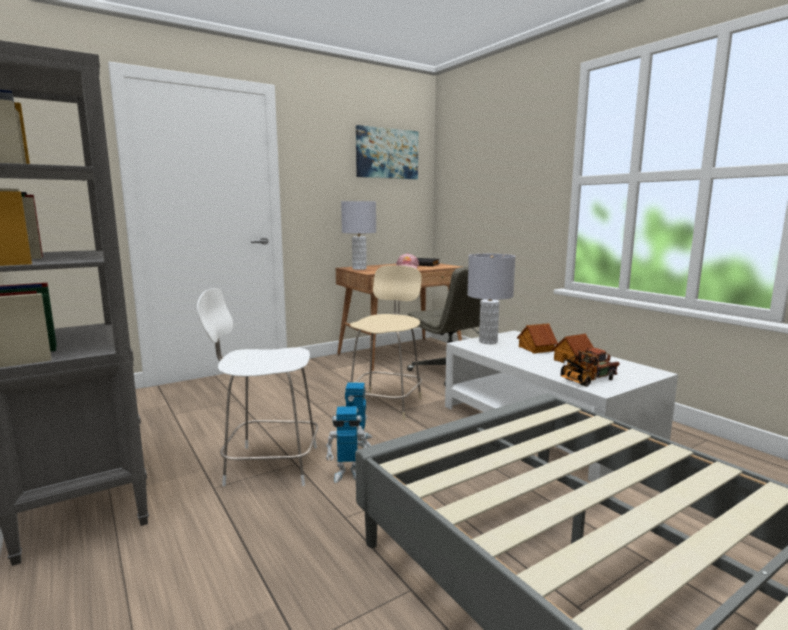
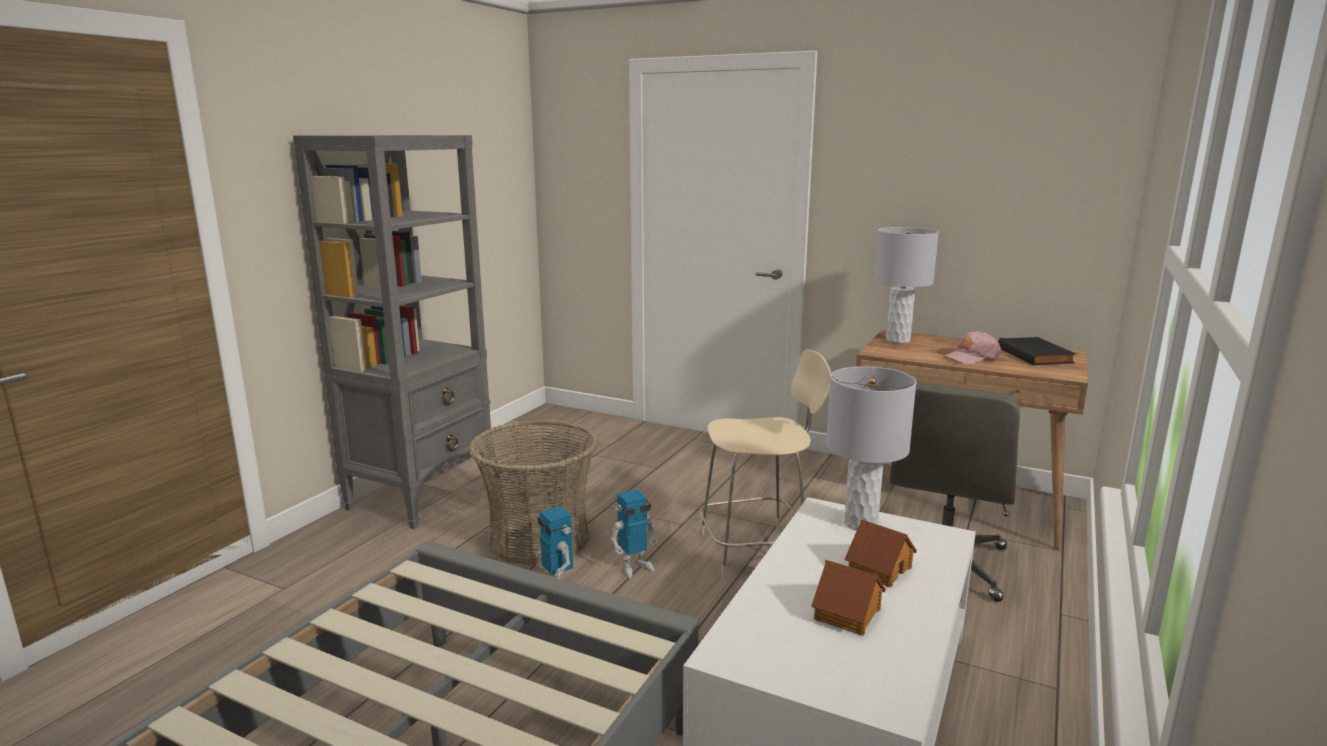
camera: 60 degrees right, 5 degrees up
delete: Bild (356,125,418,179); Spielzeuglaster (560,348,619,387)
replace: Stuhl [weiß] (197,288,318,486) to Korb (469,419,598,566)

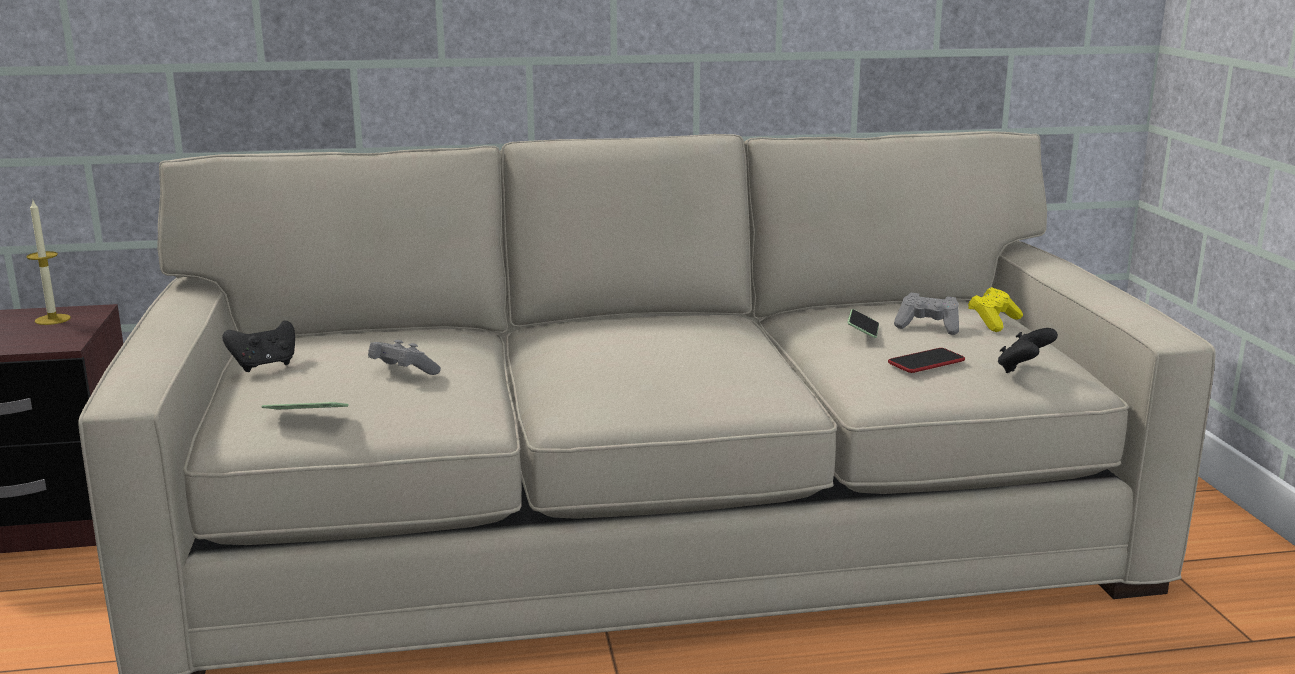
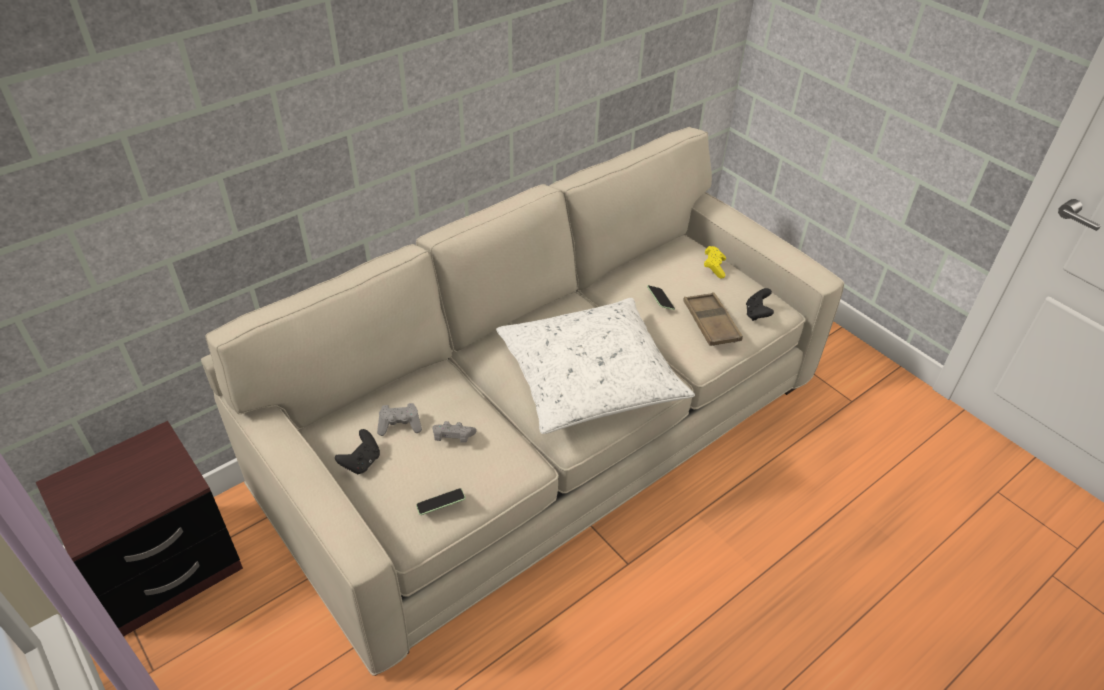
camera: 30 degrees left, 25 degrees up
delete: Kerze (26,201,71,325)
insert: Kissen [weiß] (496,298,695,434)
move: Gamepad [grau] (894,293,959,335) to (377,403,422,436)
replace: Handy (888,348,965,373) to Tablett [braun] (684,292,743,346)

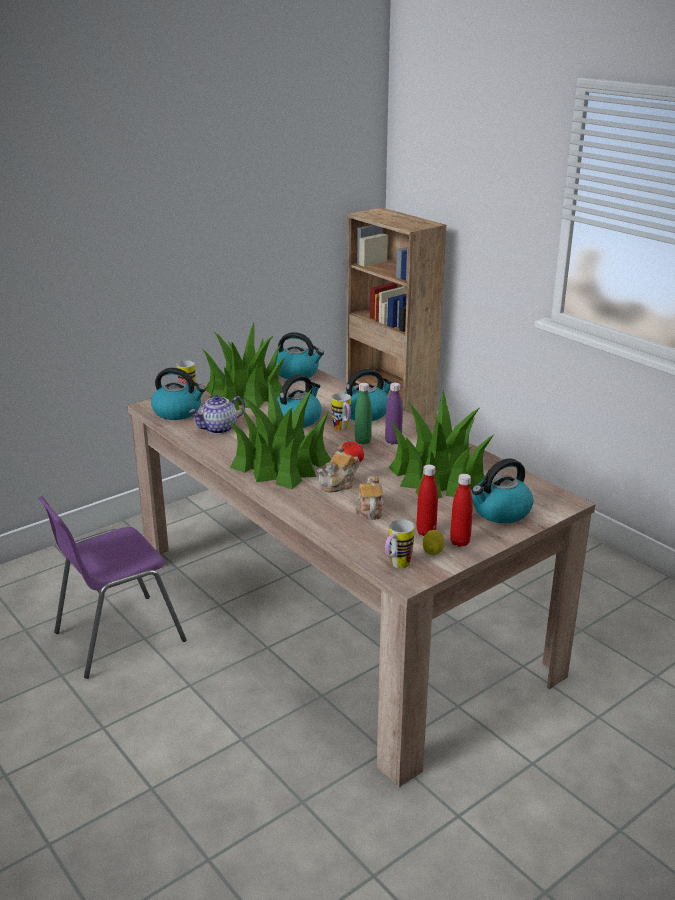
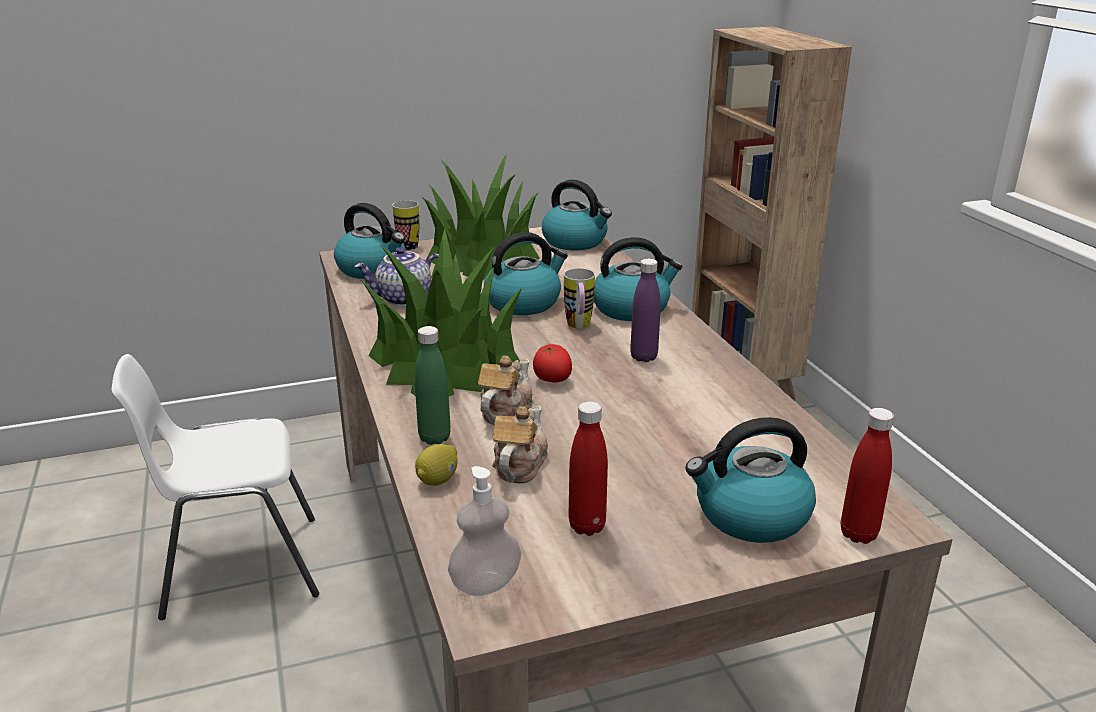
camera: 20 degrees right, 0 degrees up
delete: Topfpflanze (389,390,494,499)
move: Flasche [grün] (355,383,372,445) to (415,326,451,445); Zitrone (422,530,445,555) to (415,444,458,486); Flasche [rot] (450,474,473,547) to (841,408,894,544)
replace: Henkelbecher (385,519,414,568) to Seifenspender (448,466,521,596)
recolor: Stuhl [lila] (38,496,187,679) to Stuhl [weiß] (112,354,319,620)
rotate: Teekanne (317,445,360,492) = (478,356,533,425) 135 degrees clockwise

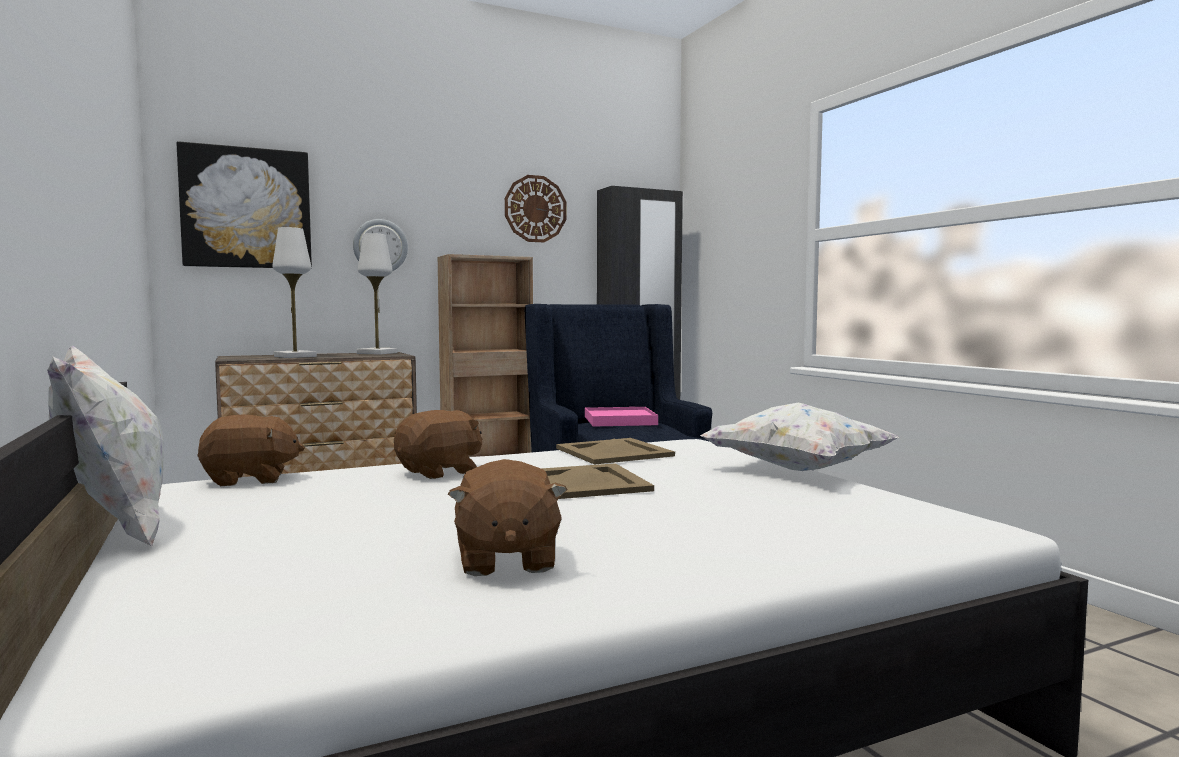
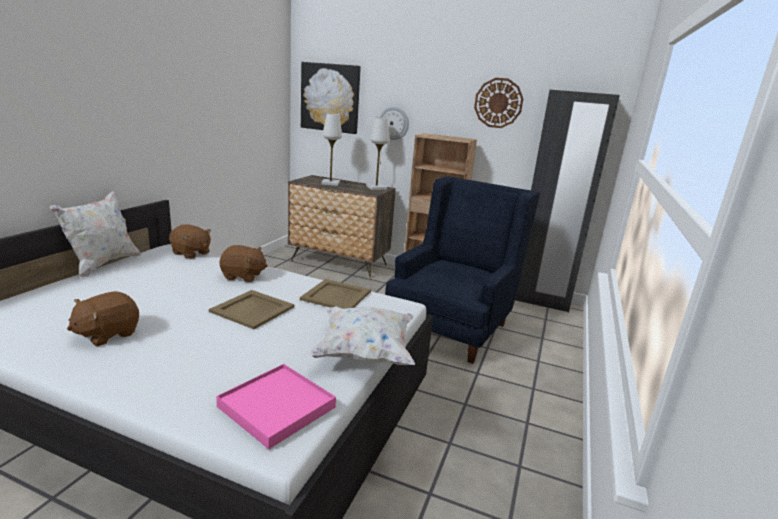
camera: 45 degrees right, 15 degrees up
move: Tablett [rosa] (585,407,658,426) to (216,364,336,449)

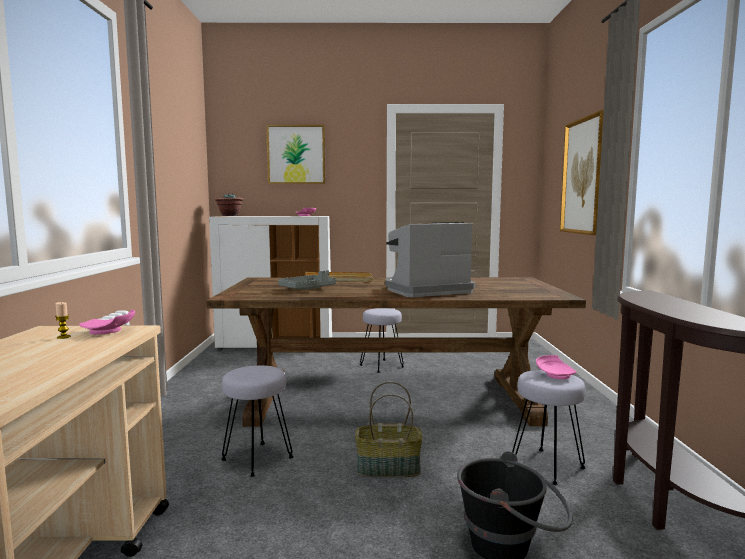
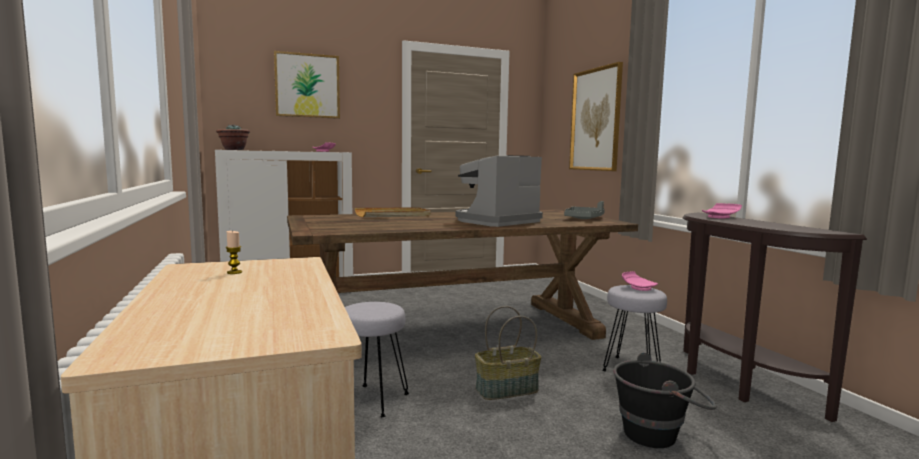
camera: 20 degrees left, 0 degrees up
delete: Hocker [grau] (360,308,404,373)
move: Teller [rosa] (79,309,135,335) to (702,203,742,219); Tablett [grau] (278,270,336,290) to (564,201,605,219)

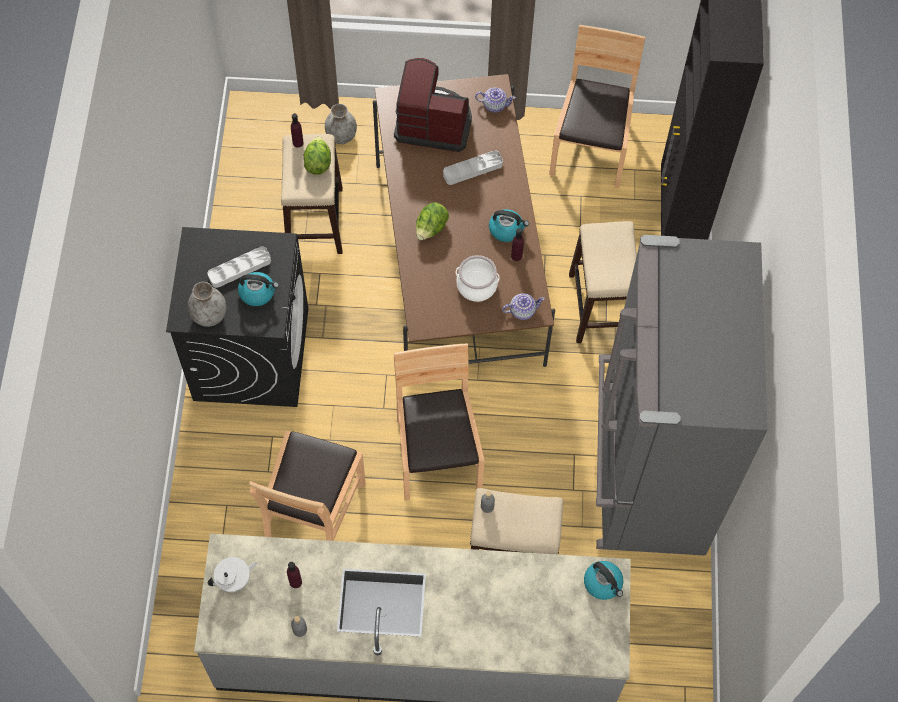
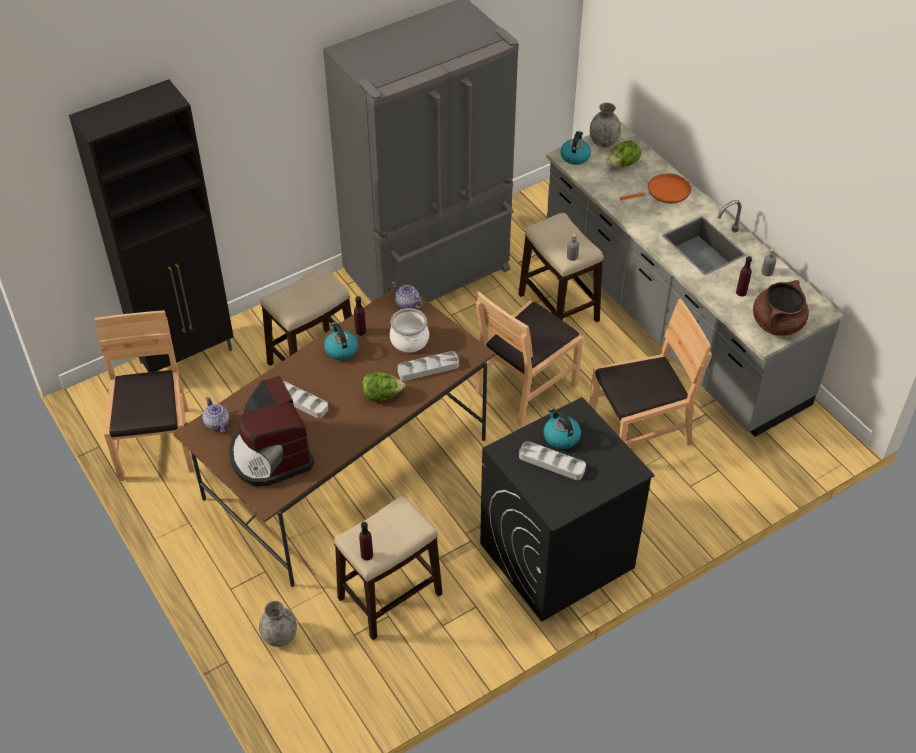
camera: 125 degrees left, 15 degrees down
insert: Tablett [grau] (398,351,459,381); Pfanne [orange] (619,174,691,204)
move: Vase [grau] (188,282,226,327) to (590,103,621,147); Salatkopf (304,136,331,175) to (607,141,641,167)
replace: Teekanne [weiß] (208,557,258,592) to Kochtopf [braun] (753,280,809,336)
rotate: Stuhl [braun] (549,25,645,188) = (95,310,194,481) 105 degrees clockwise

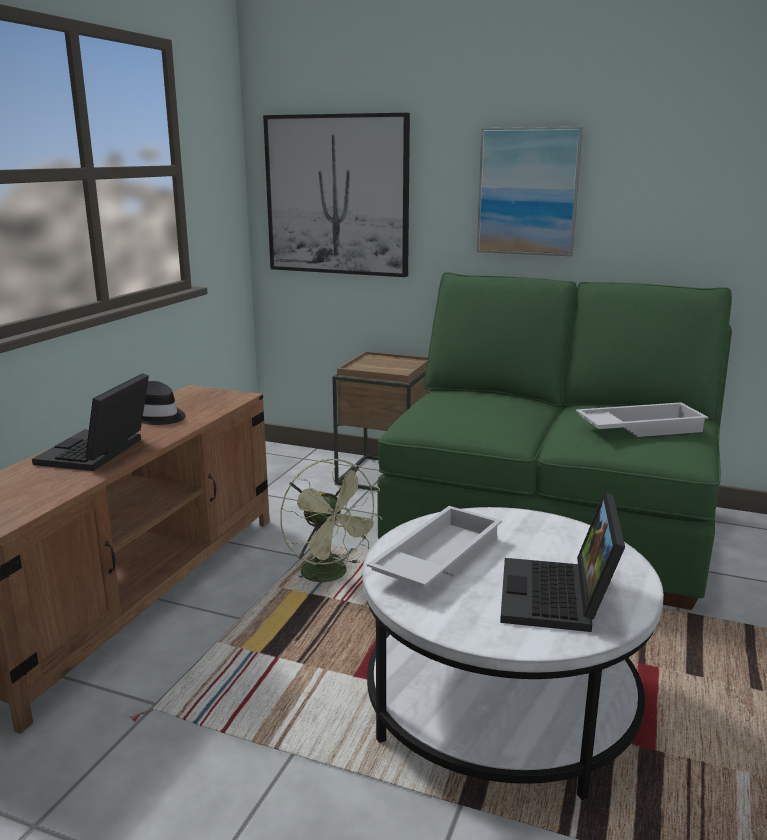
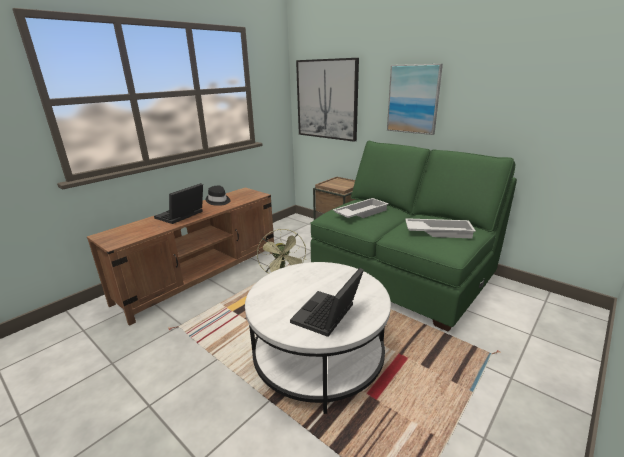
camera: 20 degrees right, 5 degrees up
move: Tablett [weiß] (367,506,502,588) to (333,198,389,218)

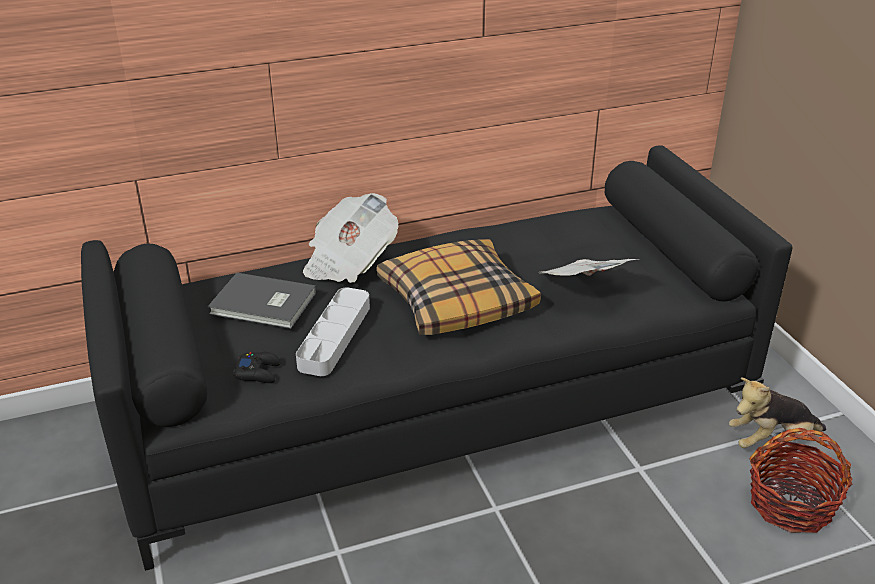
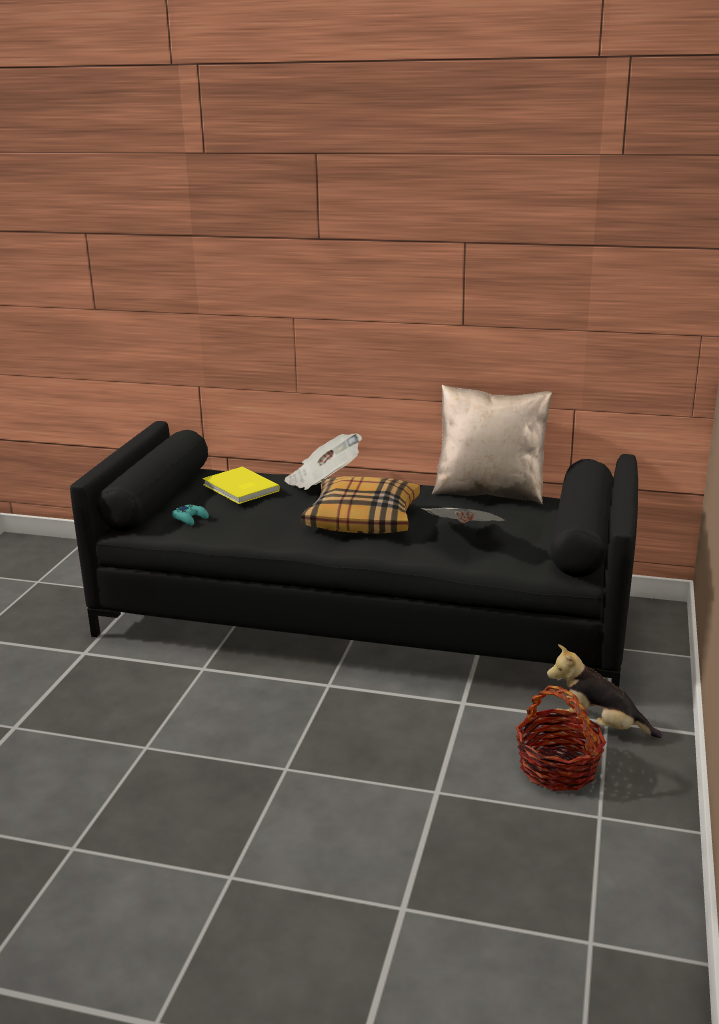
camera: 35 degrees right, 10 degrees down
delete: Tablett [grau] (296,287,370,376)
insert: Kissen [beige] (432,385,552,504)
recolor: Buch [grau] (208,273,316,329) to Buch [gelb] (202,467,280,504); Gamepad [schwarz] (233,352,281,383) to Gamepad [türkis] (172,504,209,525)

